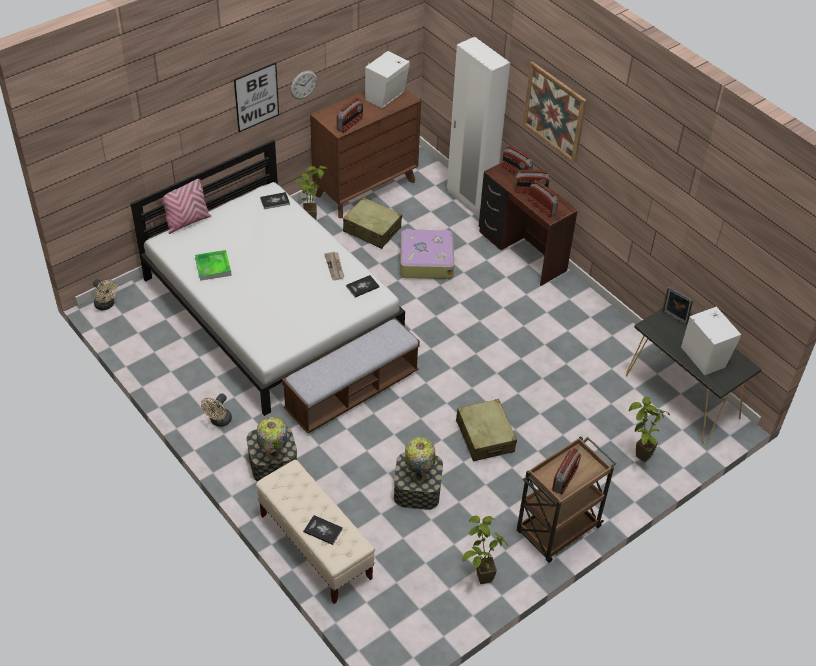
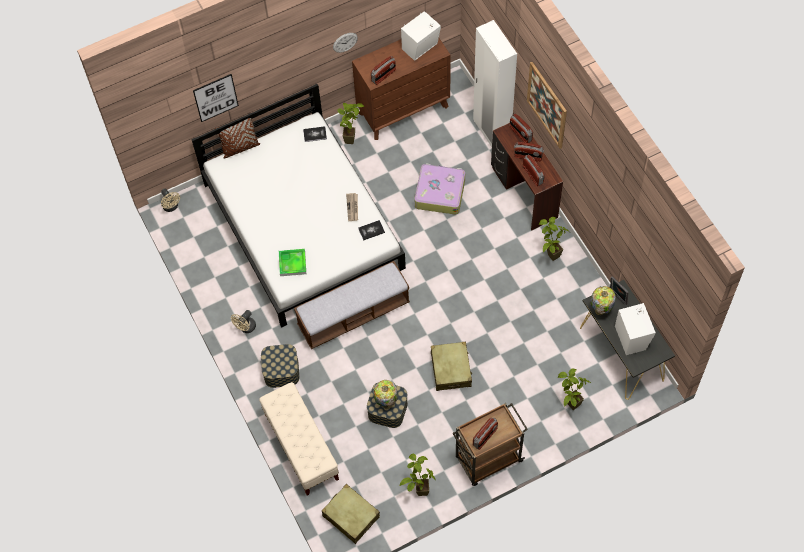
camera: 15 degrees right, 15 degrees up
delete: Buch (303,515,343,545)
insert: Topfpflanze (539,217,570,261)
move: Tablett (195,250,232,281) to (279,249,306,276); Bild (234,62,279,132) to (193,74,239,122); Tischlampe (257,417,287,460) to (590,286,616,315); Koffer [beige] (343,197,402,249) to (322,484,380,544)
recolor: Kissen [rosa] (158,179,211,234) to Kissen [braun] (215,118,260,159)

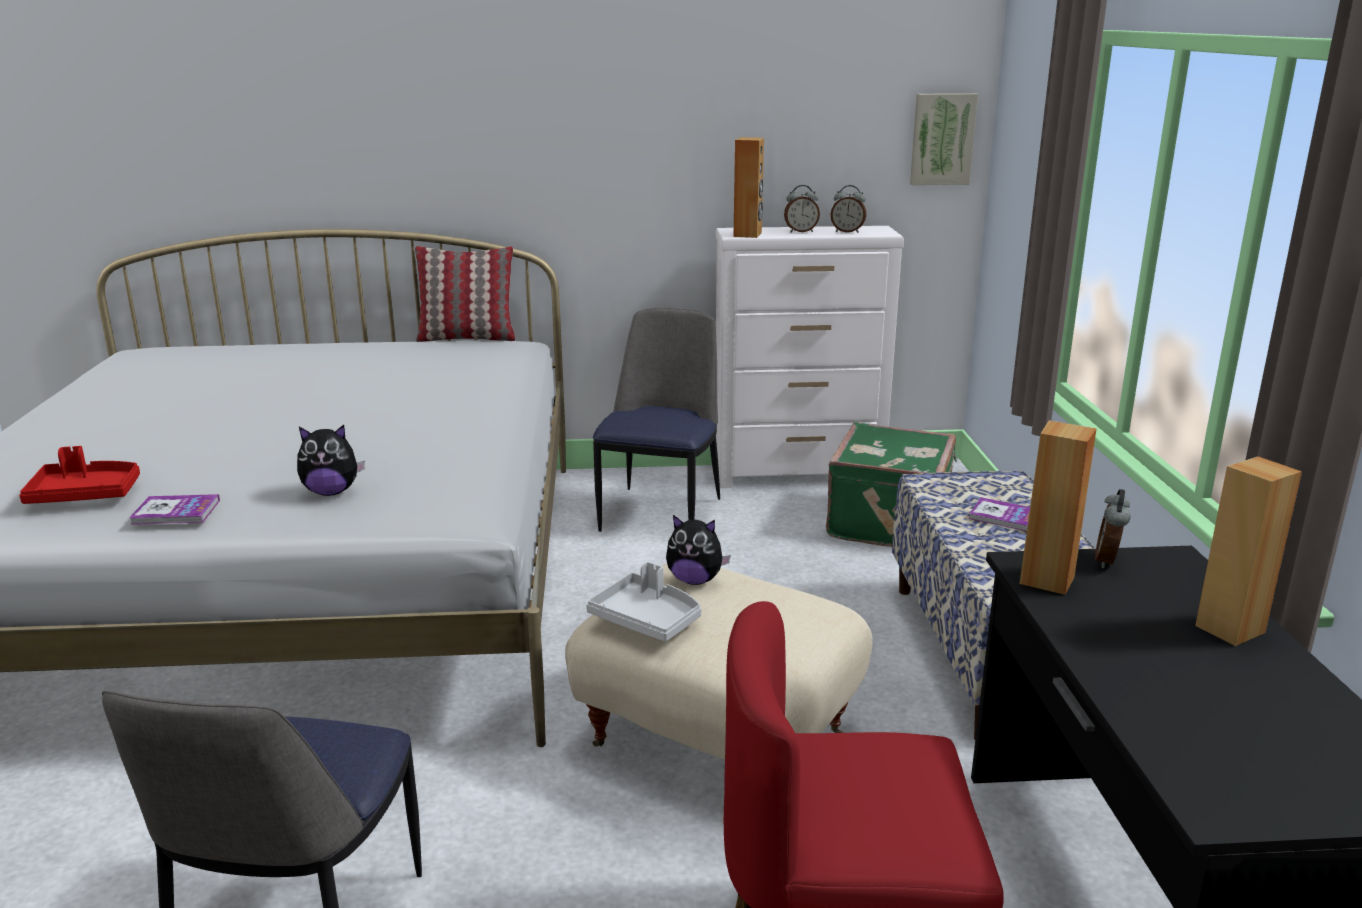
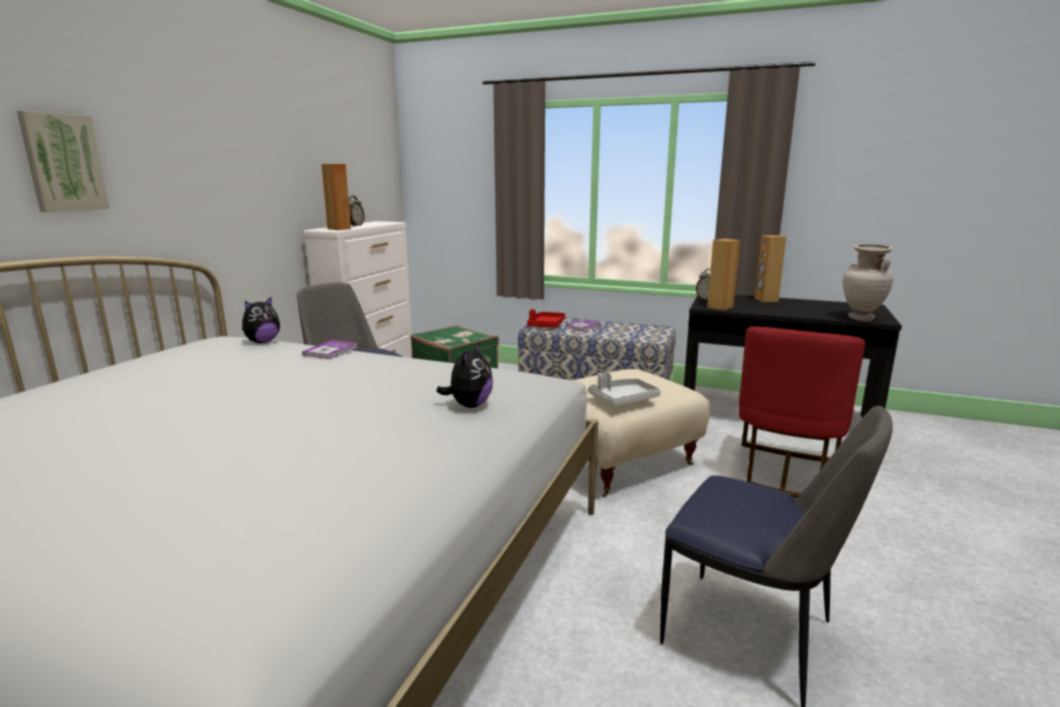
camera: 65 degrees left, 5 degrees down
delete: Kissen (415,246,515,342); Wecker (831,185,866,233)
insert: Vase [beige] (843,244,894,321)
move: Tablett [rot] (19,446,140,504) to (527,309,565,327); Buch (129,494,220,525) to (302,340,358,359); Plüschtier (666,515,731,585) to (242,297,280,343); Bild (910,93,978,185) to (17,110,110,212)

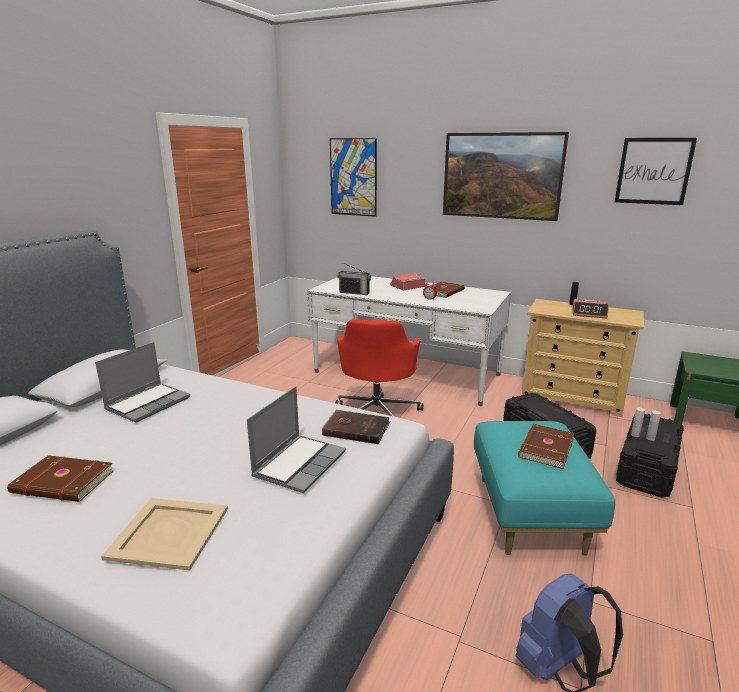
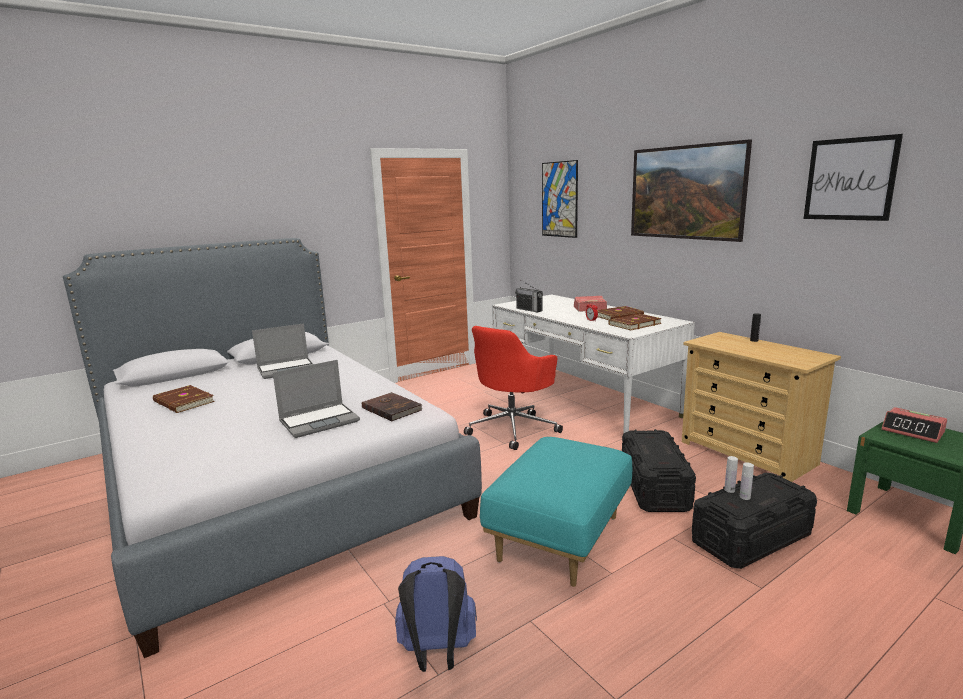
camera: 30 degrees right, 5 degrees down
delete: Tablett [beige] (101,498,228,571)
move: Buch [braun] (518,424,574,469) to (608,314,662,330); Wecker (572,299,609,319) to (882,407,947,443)

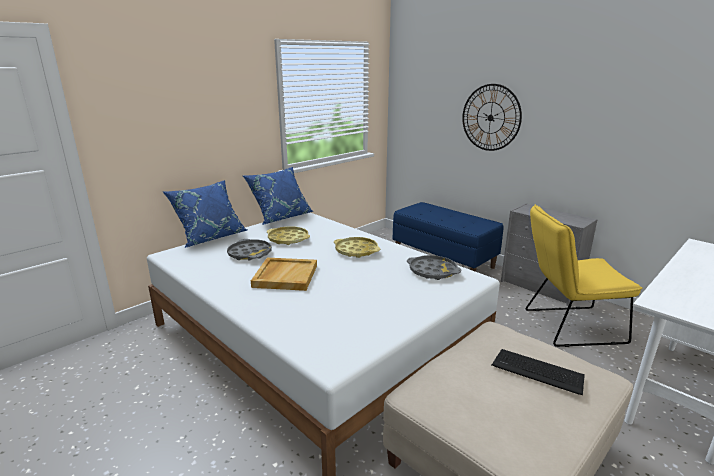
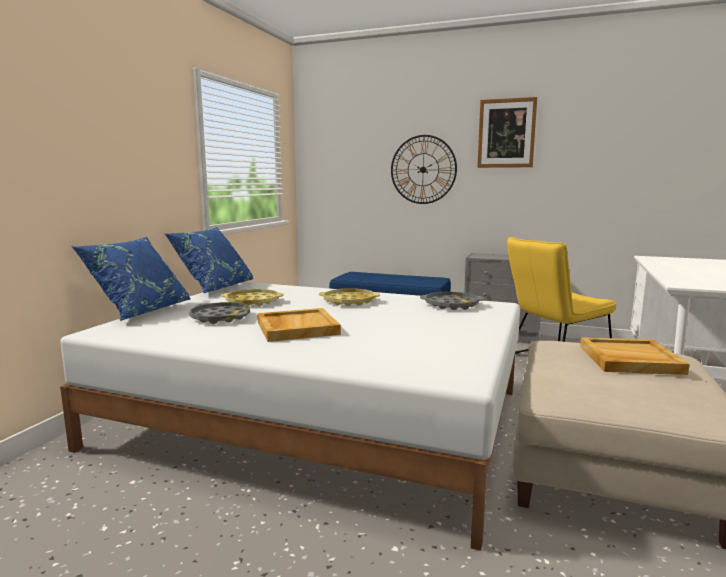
camera: 25 degrees left, 10 degrees down
insert: Bild (477,97,537,168)
replace: Tastatur (492,349,585,395) to Tablett [beige] (580,337,690,375)

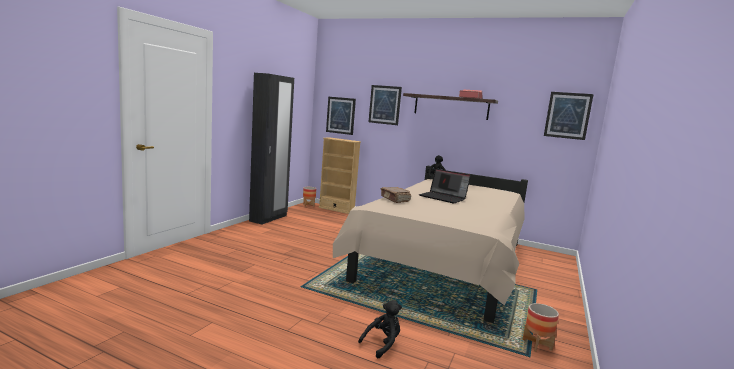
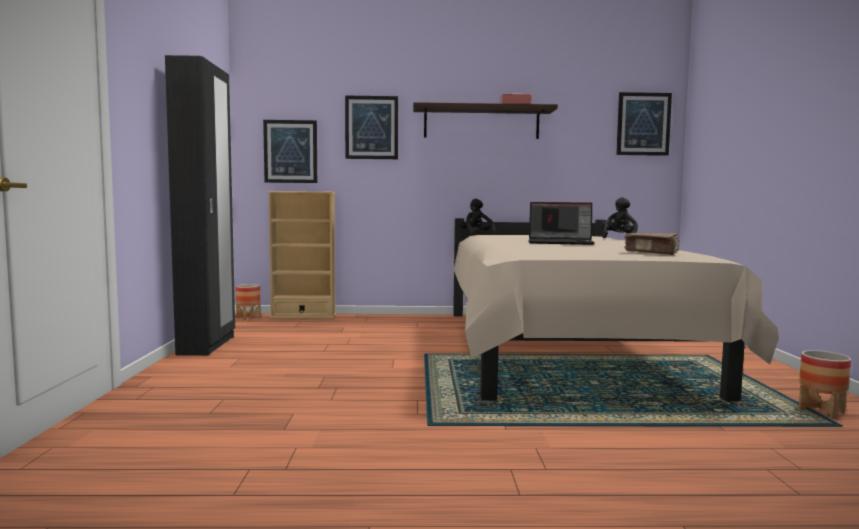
camera: 25 degrees left, 5 degrees down
move: Plüschtier [schwarz] (358,300,402,358) to (601,197,638,238); Buch [braun] (381,187,411,203) to (624,233,680,255)

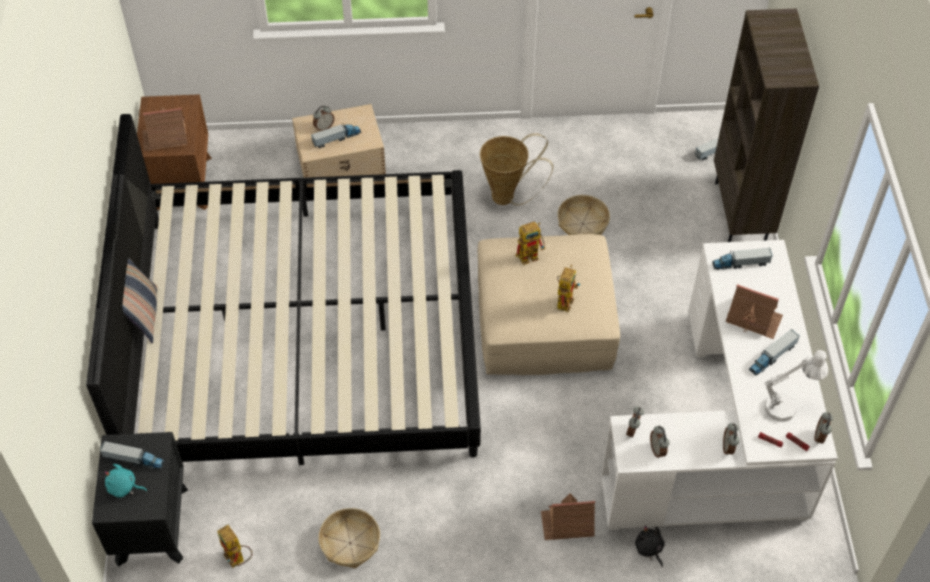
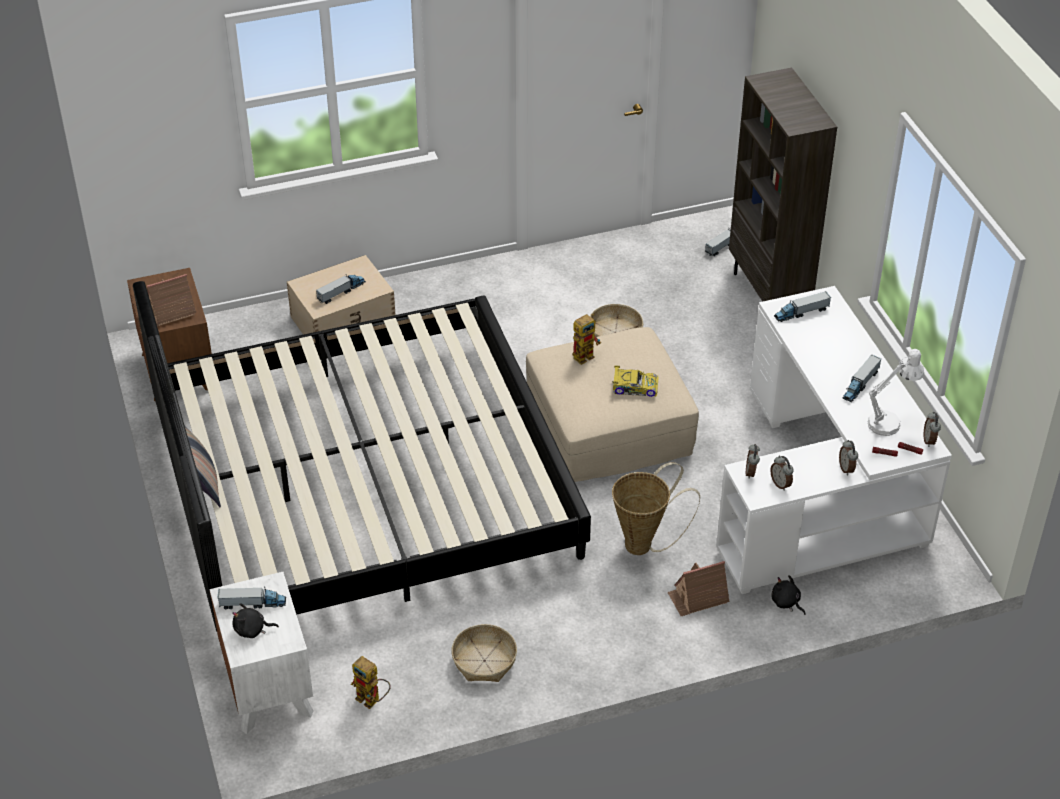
camera: 15 degrees left, 10 degrees down
delete: Wecker (313,106,334,132); Spielzeughaus (726,284,783,339)
move: Korb (480,133,554,205) to (612,462,700,555)
replace: Spielzeugroboter (557,265,580,312) to Spielzeugauto (613,366,659,397)
recolor: Nachttisch [schwarz] (92,432,188,567) to Nachttisch [weiß] (210,572,314,734); Plüschtier [türkis] (104,464,147,498) to Plüschtier [schwarz] (232,603,279,638)

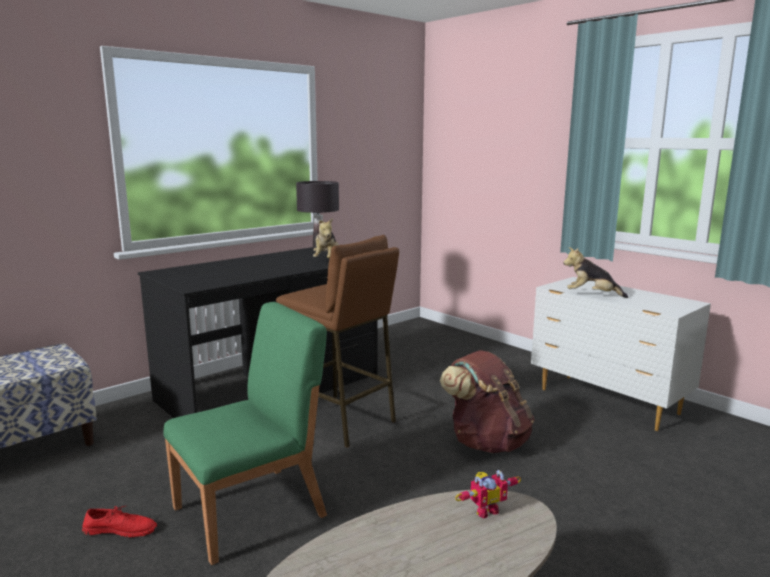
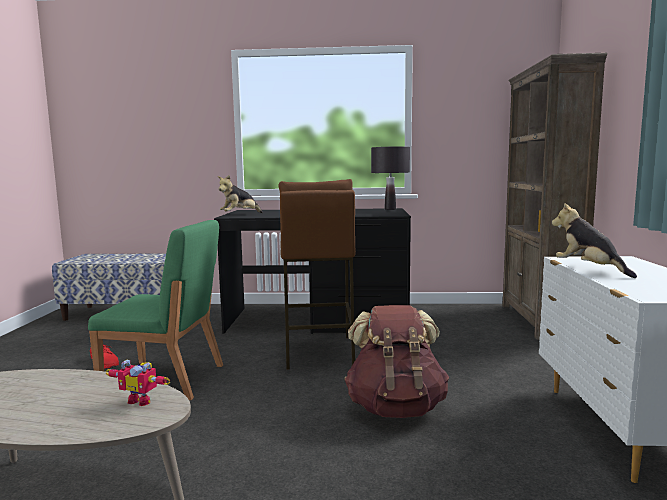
camera: 45 degrees right, 5 degrees down
insert: Bücherregal [braun] (502,53,607,340)
move: Plüschtier (313,218,339,258) to (217,175,263,213)

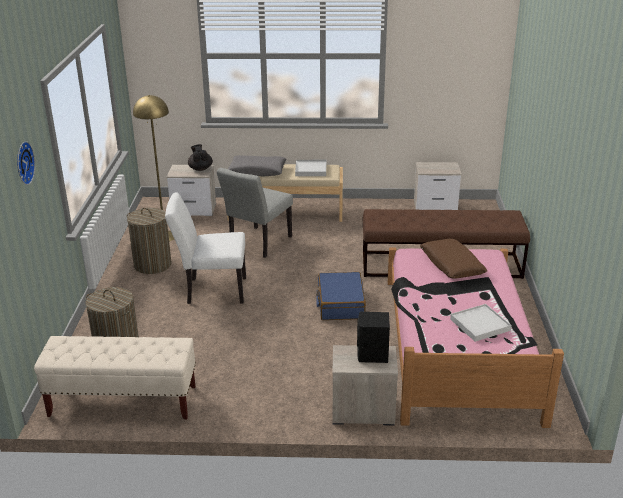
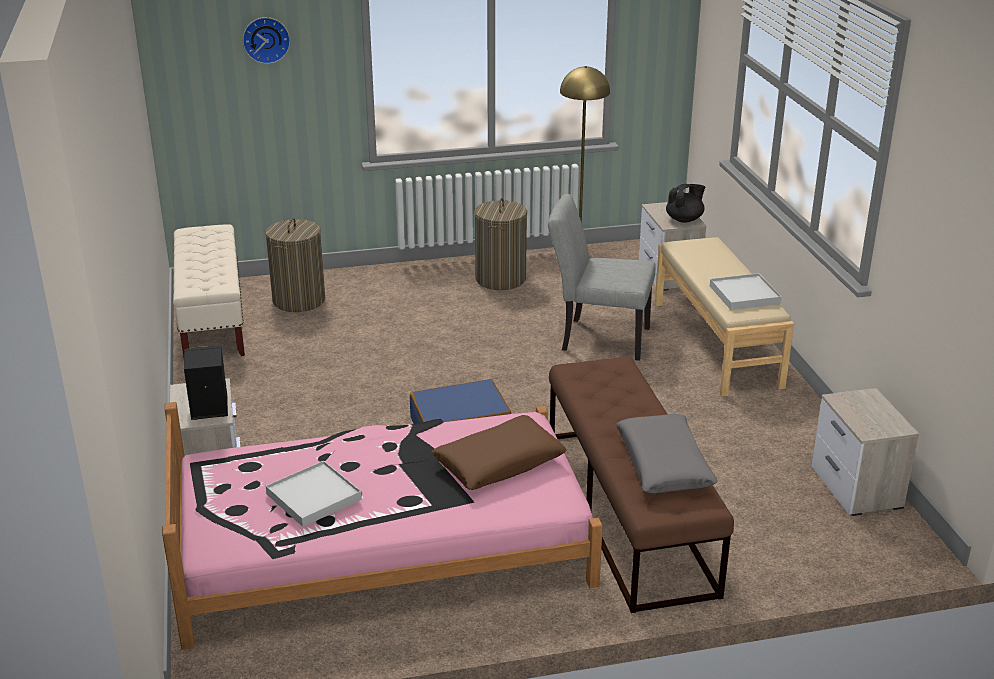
camera: 75 degrees right, 0 degrees up
delete: Stuhl [weiß] (165,192,246,304)
move: Kissen [grau] (228,155,287,176) to (616,414,718,494)

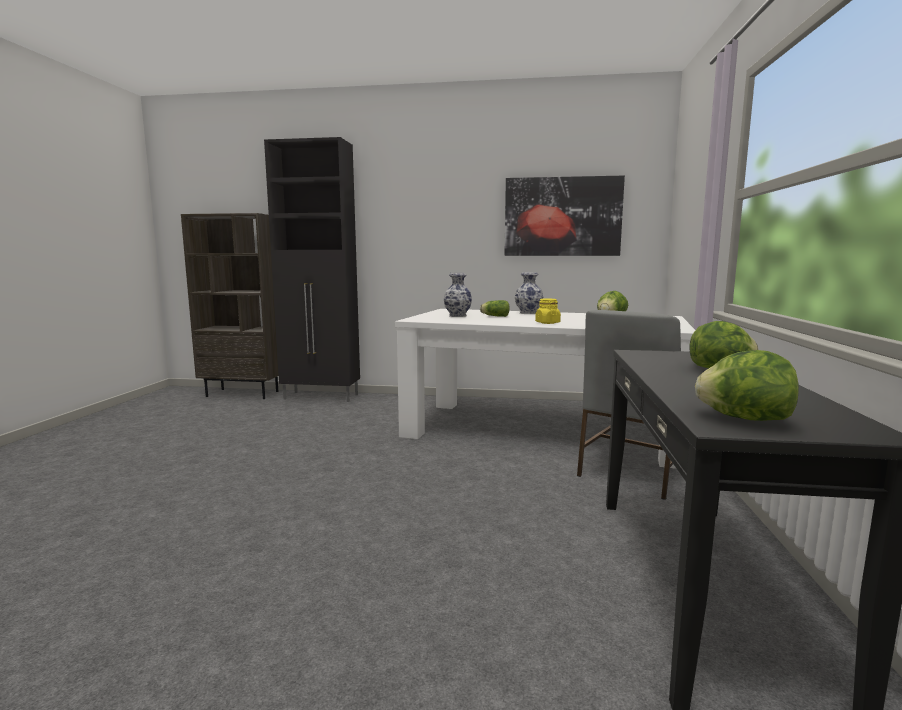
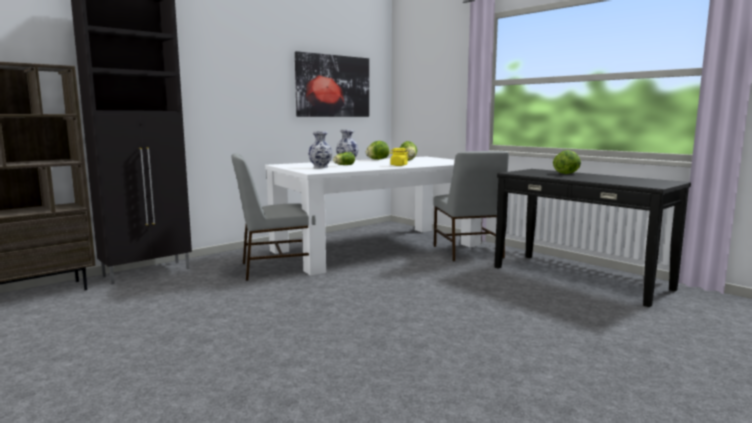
camera: 50 degrees left, 0 degrees up
insert: Stuhl [grau] (231,153,316,281)
move: Salatkopf (695,350,799,421) to (366,141,389,160)

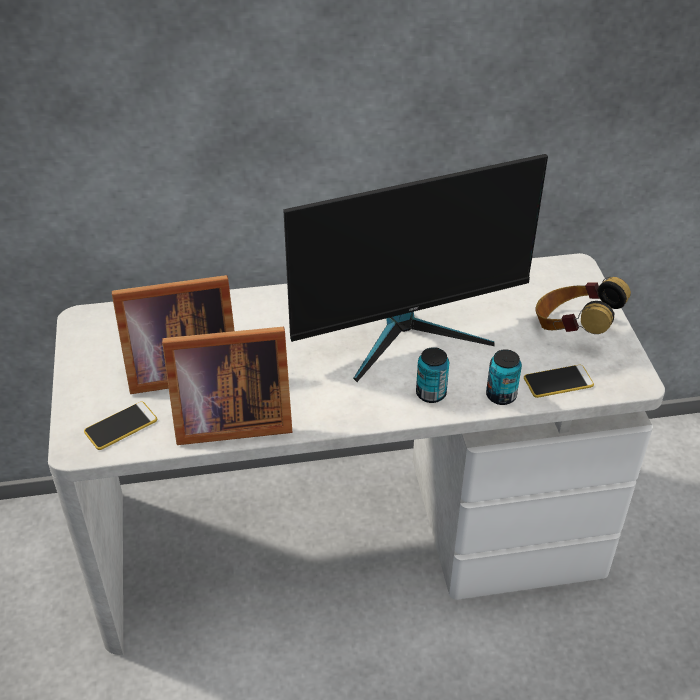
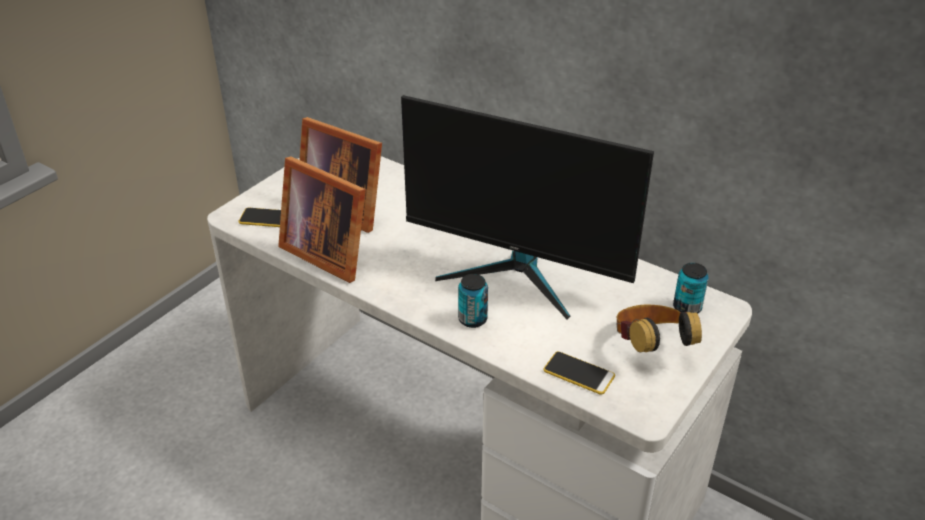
camera: 45 degrees right, 5 degrees down
move: Dose (486,349,522,405) to (673,263,709,314)

